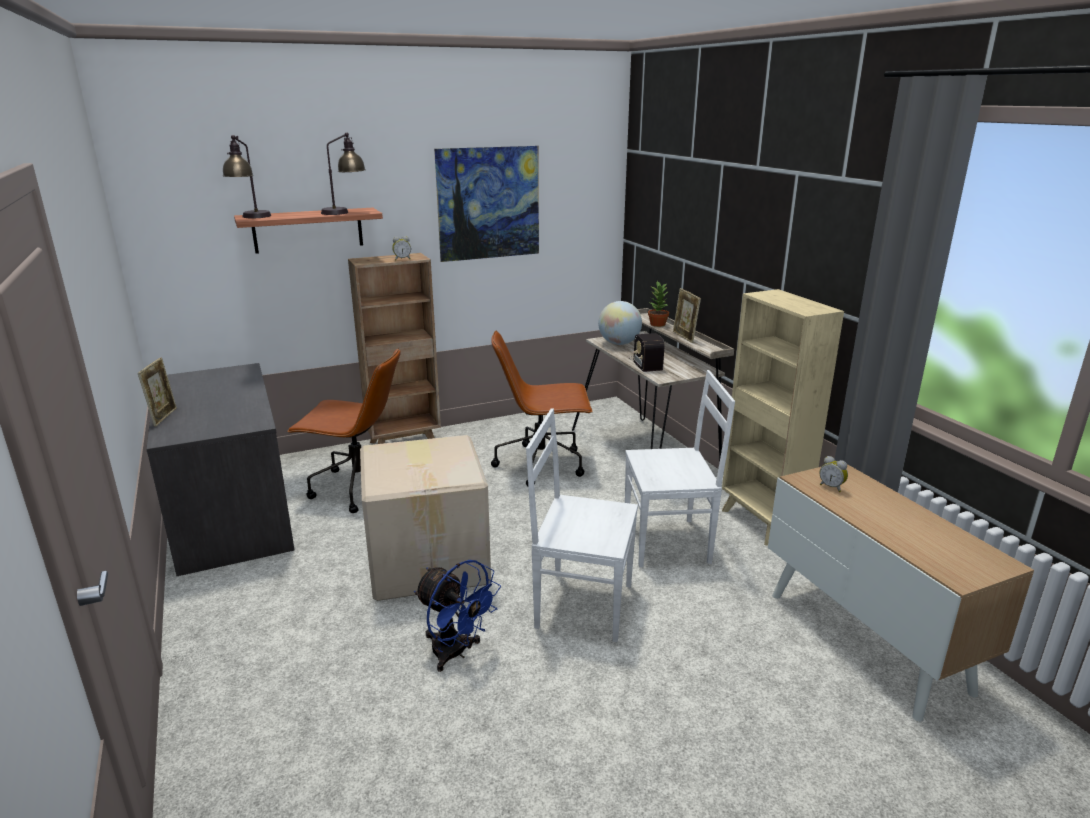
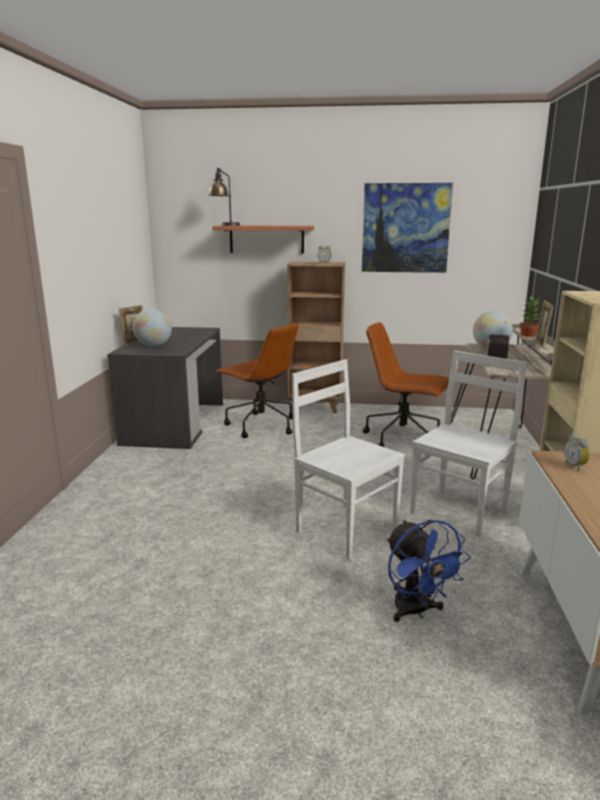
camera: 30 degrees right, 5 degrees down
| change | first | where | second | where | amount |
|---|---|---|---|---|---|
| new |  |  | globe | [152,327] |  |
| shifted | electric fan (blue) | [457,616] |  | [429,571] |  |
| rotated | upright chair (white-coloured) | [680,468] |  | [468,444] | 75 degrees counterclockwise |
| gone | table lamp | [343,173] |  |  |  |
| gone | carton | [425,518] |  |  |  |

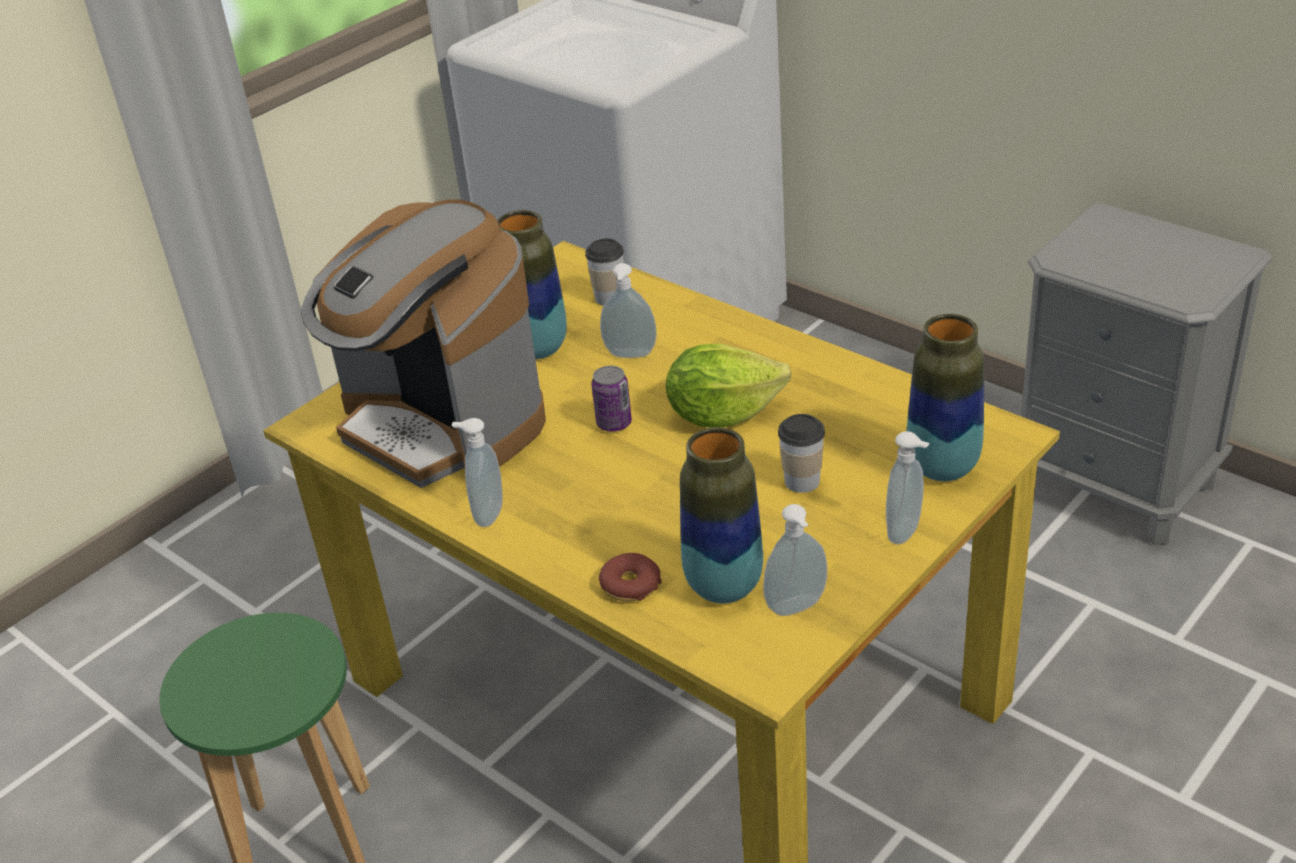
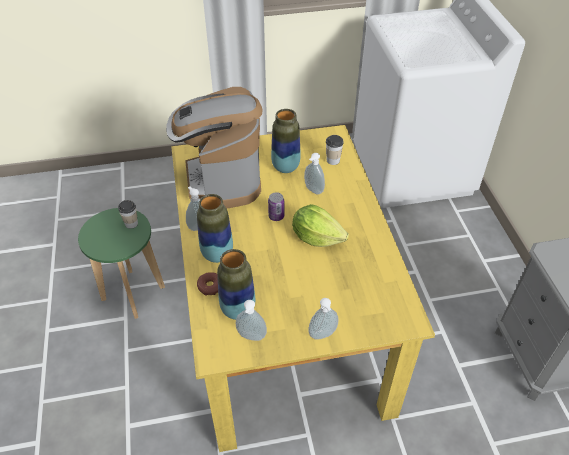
camera: 35 degrees right, 10 degrees up
| change | first | where | second | where | amount |
|---|---|---|---|---|---|
| shifted | drinking cup | [801,453] |  | [128,214] |  |
| shifted | vase | [945,397] |  | [215,228] |  |

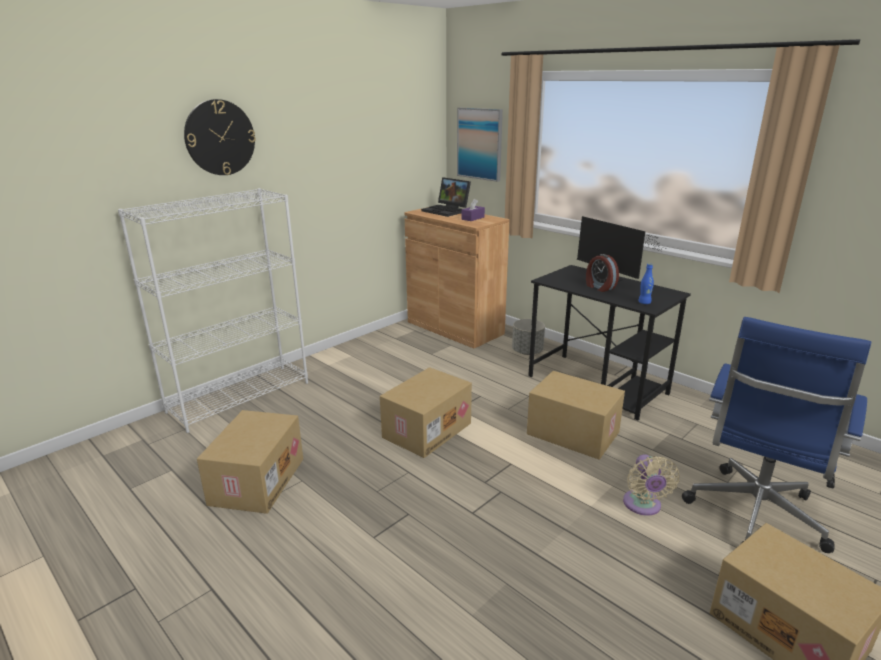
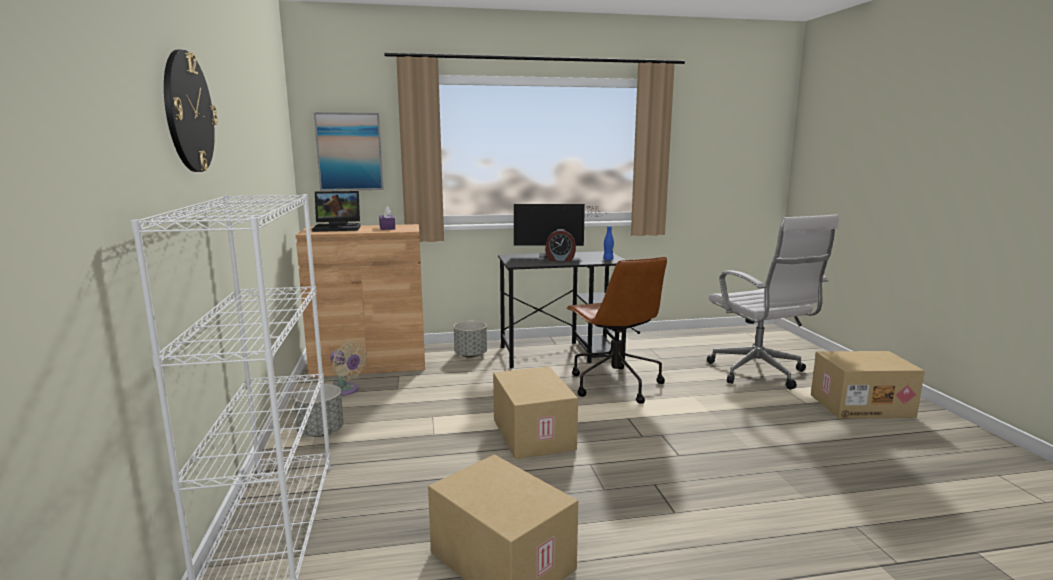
camera: 55 degrees left, 10 degrees down
| change | first | where | second | where | amount |
|---|---|---|---|---|---|
| new |  |  | plant pot (grey) | [318,410] |  |
| shifted | electric fan (sand-coloured) | [651,485] |  | [348,368] |  |
| swapped | carton | [576,415] | desk chair (brown-coloured) | [616,330] |  |
| repainted | desk chair (blue) | [776,435] | desk chair (white-coloured) | [773,302] |  |

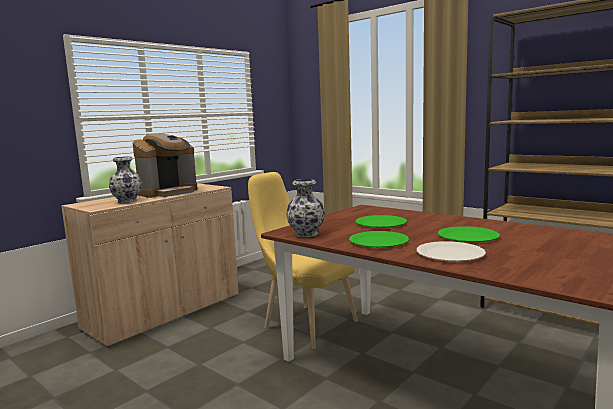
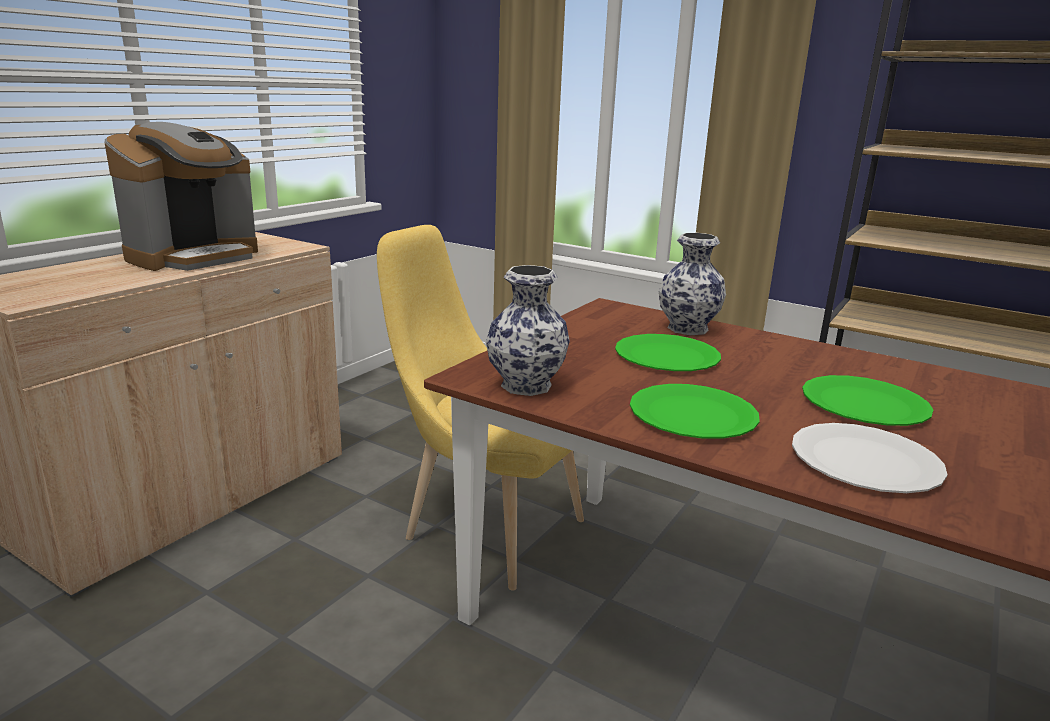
camera: 10 degrees left, 10 degrees up
| change | first | where | second | where | amount |
|---|---|---|---|---|---|
| shifted | vase | [125,179] |  | [692,284] |  |

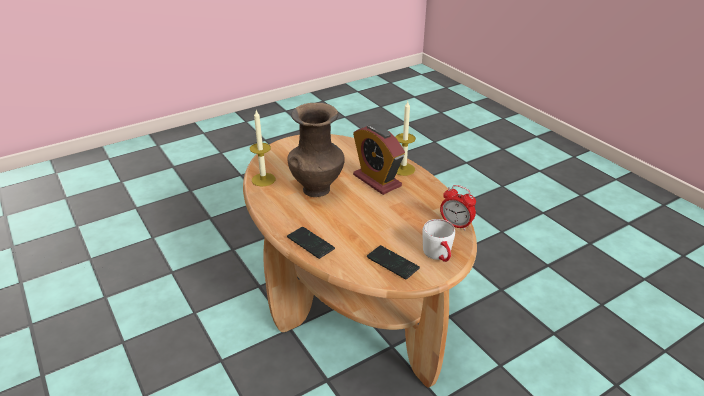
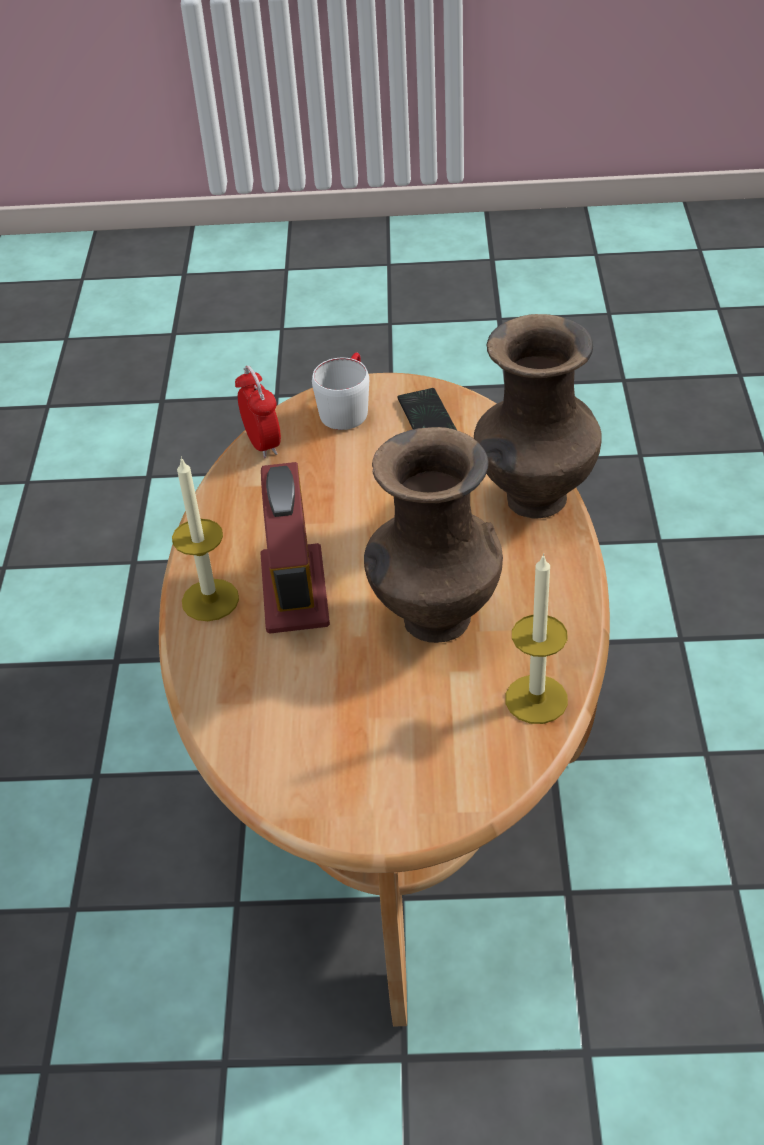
camera: 145 degrees left, 10 degrees up
| change | first | where | second | where | amount |
|---|---|---|---|---|---|
| swapped | telephone | [311,243] | vase (brown-coloured) | [538,416] |  |

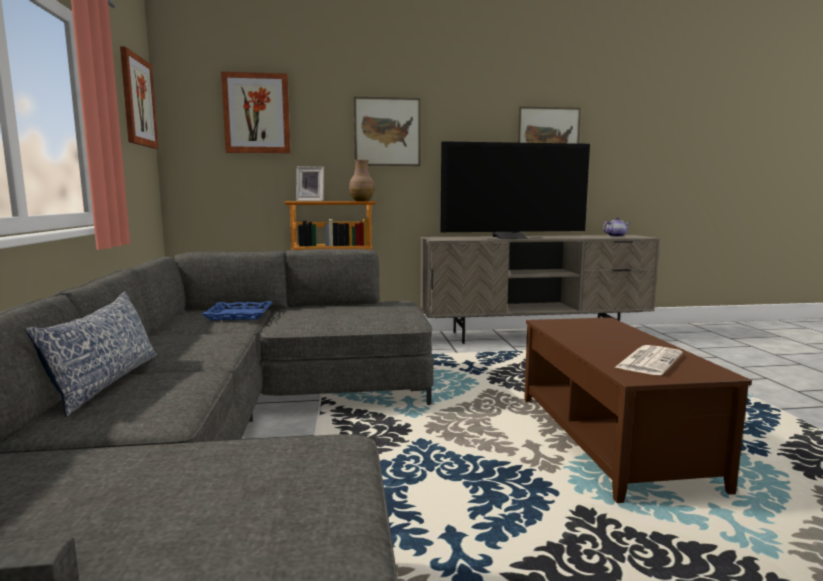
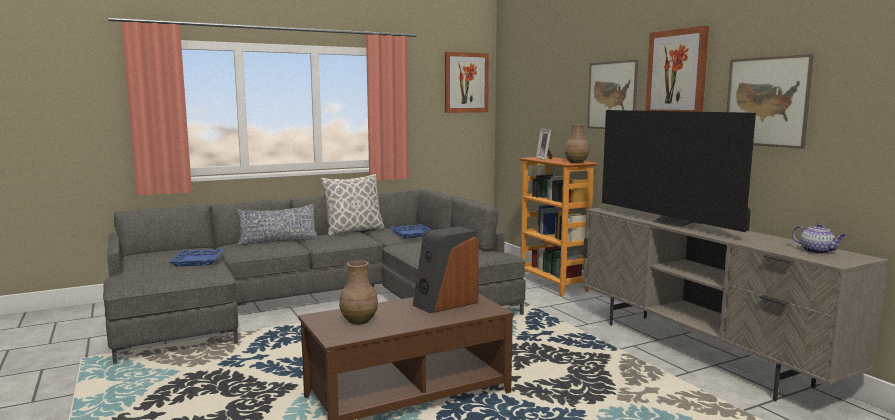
camera: 70 degrees right, 0 degrees up
| change | first | where | second | where | amount |
|---|---|---|---|---|---|
| new |  |  | tray (blue) | [196,257] |  |
| new |  |  | throw pillow | [352,205] |  |
| swapped | printed paper | [648,360] | vase (brown-coloured) | [358,293] |  |
| new |  |  | audio speaker | [446,270] |  |
| shifted | wall art | [256,113] |  | [677,69] |  |

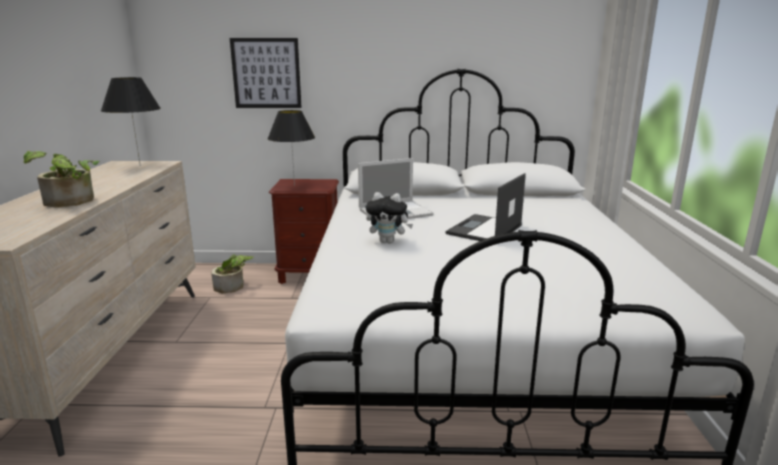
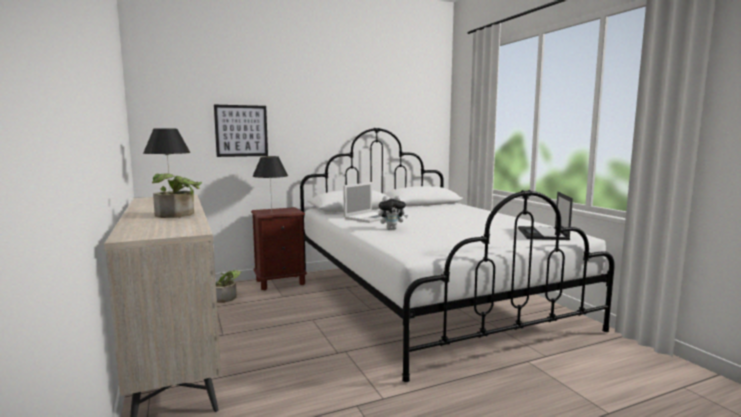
camera: 25 degrees left, 10 degrees down
| change | first | where | second | where | amount |
|---|---|---|---|---|---|
| shifted | notebook computer | [486,209] |  | [545,215] |  |

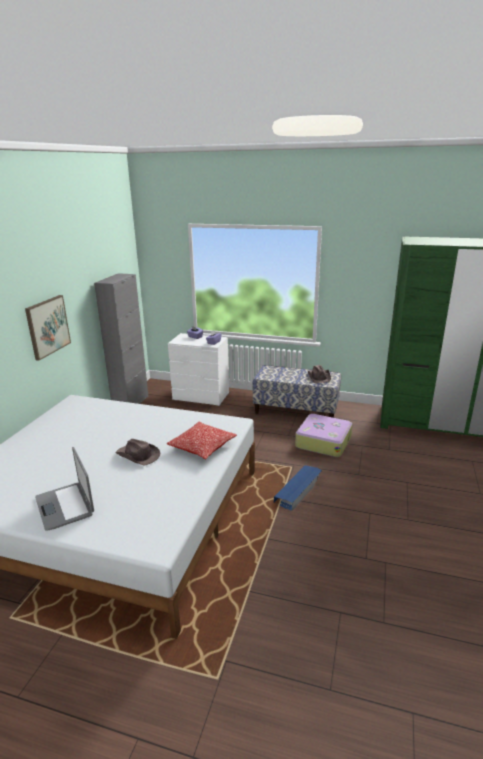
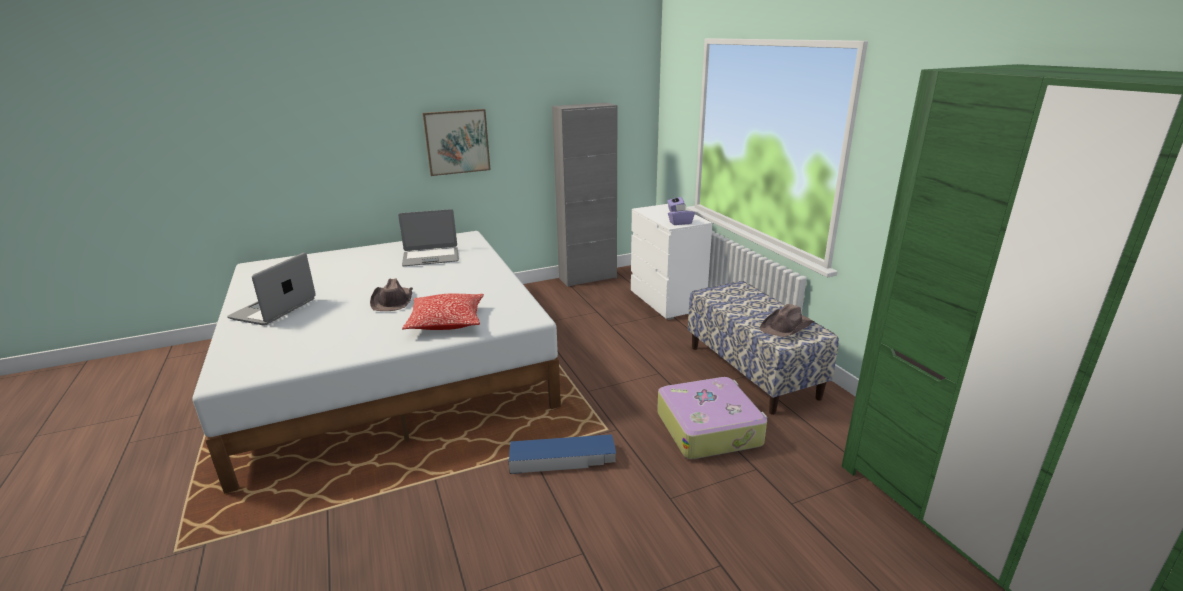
camera: 50 degrees right, 0 degrees up
| change | first | where | second | where | amount |
|---|---|---|---|---|---|
| new |  |  | notebook computer | [428,237] |  |

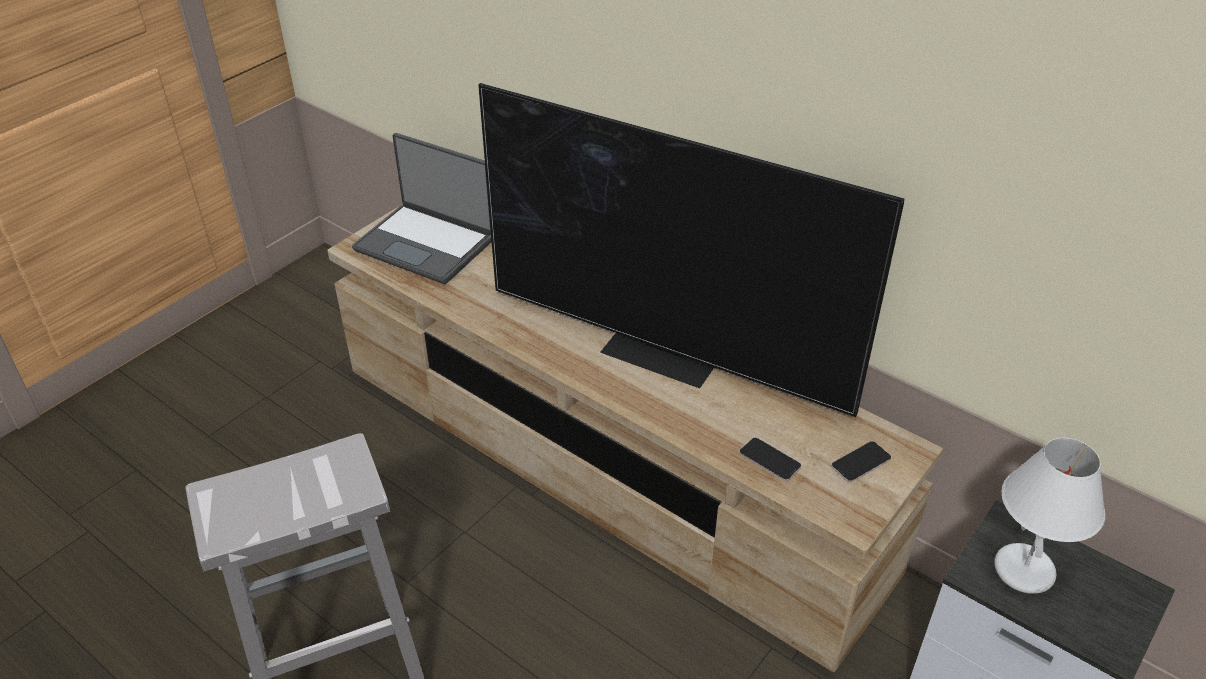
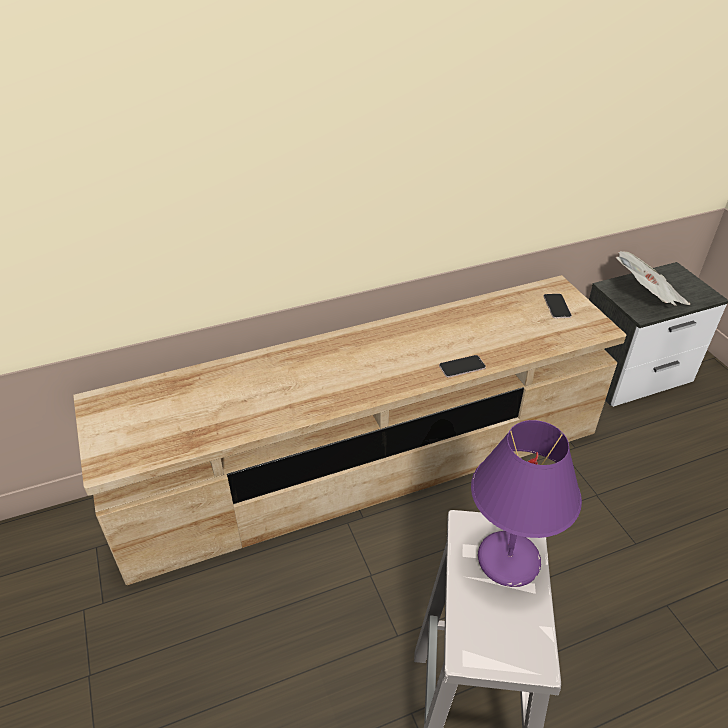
camera: 60 degrees left, 0 degrees up
| change | first | where | second | where | amount |
|---|---|---|---|---|---|
| shifted | telephone | [770,459] |  | [462,366] |  |
| new |  |  | table lamp (purple) | [526,503] |  |
| swapped | table lamp (white-coloured) | [1049,516] | printed paper | [653,278] |  |
| gone | notebook computer | [422,208] |  |  |  |
| gone | TV | [691,250] |  |  |  |

